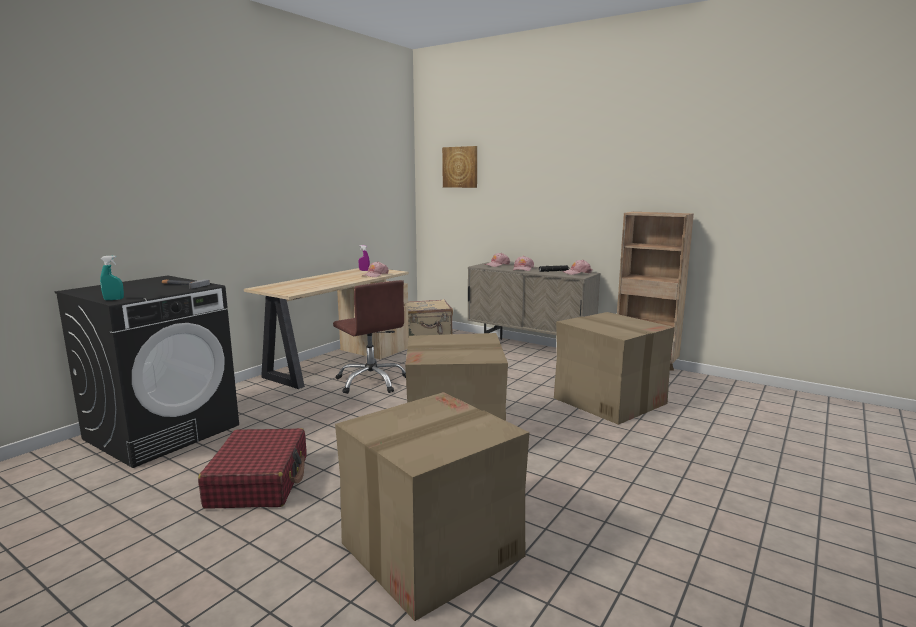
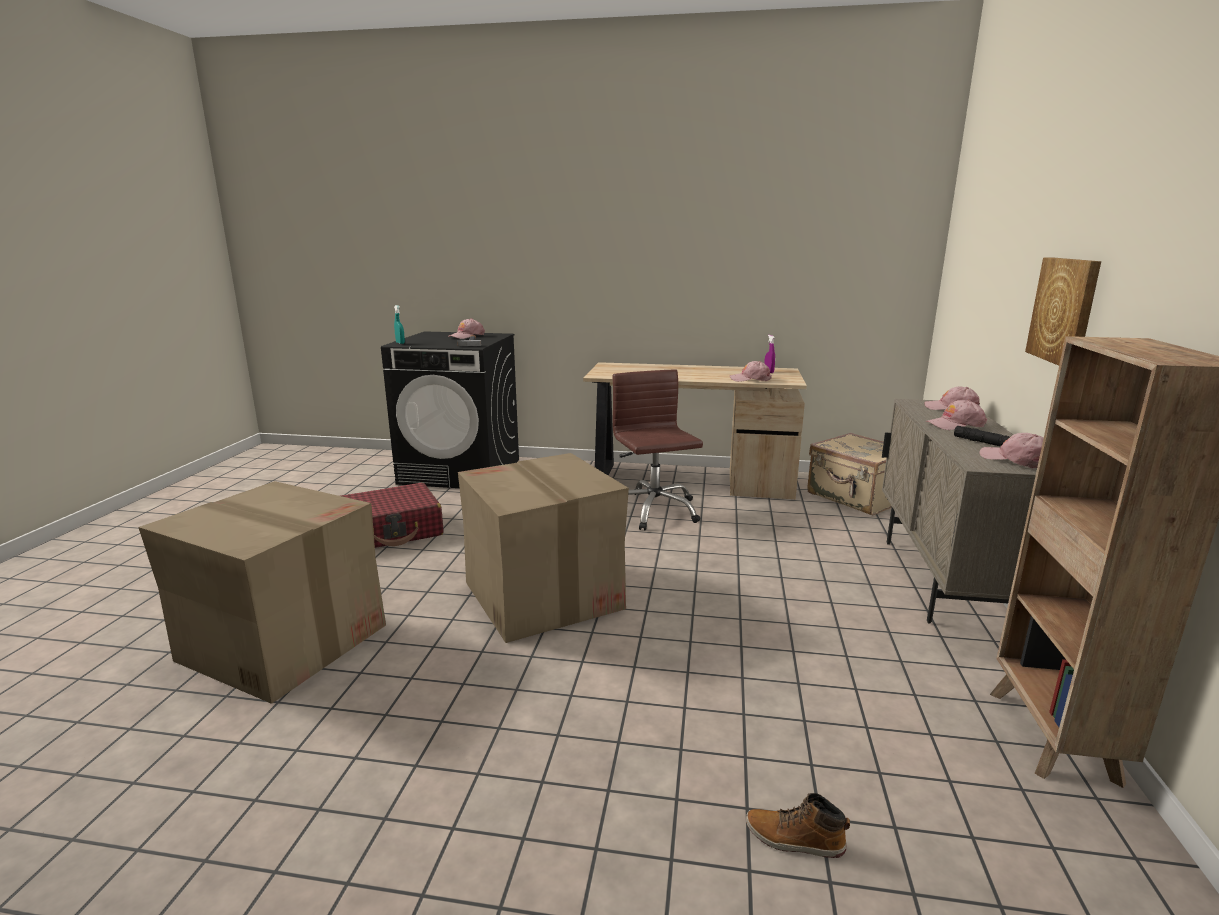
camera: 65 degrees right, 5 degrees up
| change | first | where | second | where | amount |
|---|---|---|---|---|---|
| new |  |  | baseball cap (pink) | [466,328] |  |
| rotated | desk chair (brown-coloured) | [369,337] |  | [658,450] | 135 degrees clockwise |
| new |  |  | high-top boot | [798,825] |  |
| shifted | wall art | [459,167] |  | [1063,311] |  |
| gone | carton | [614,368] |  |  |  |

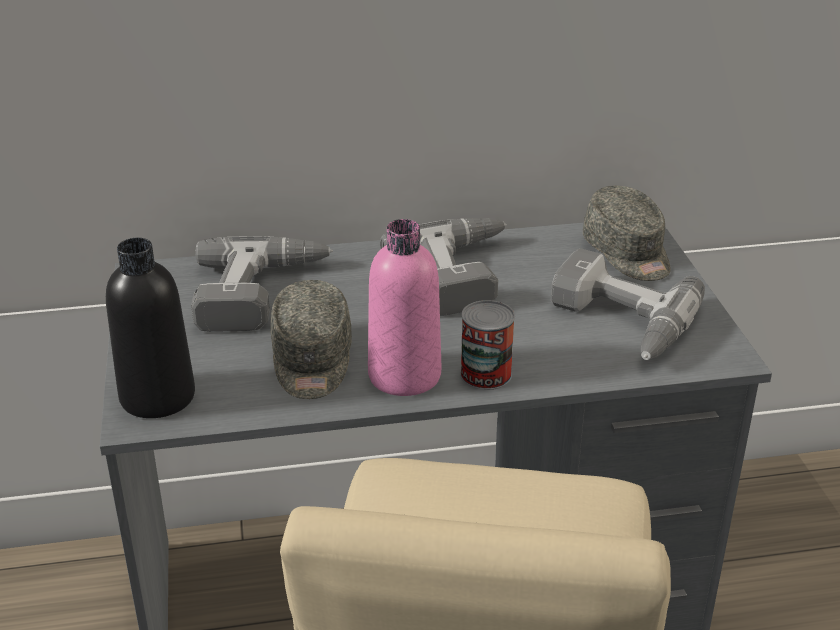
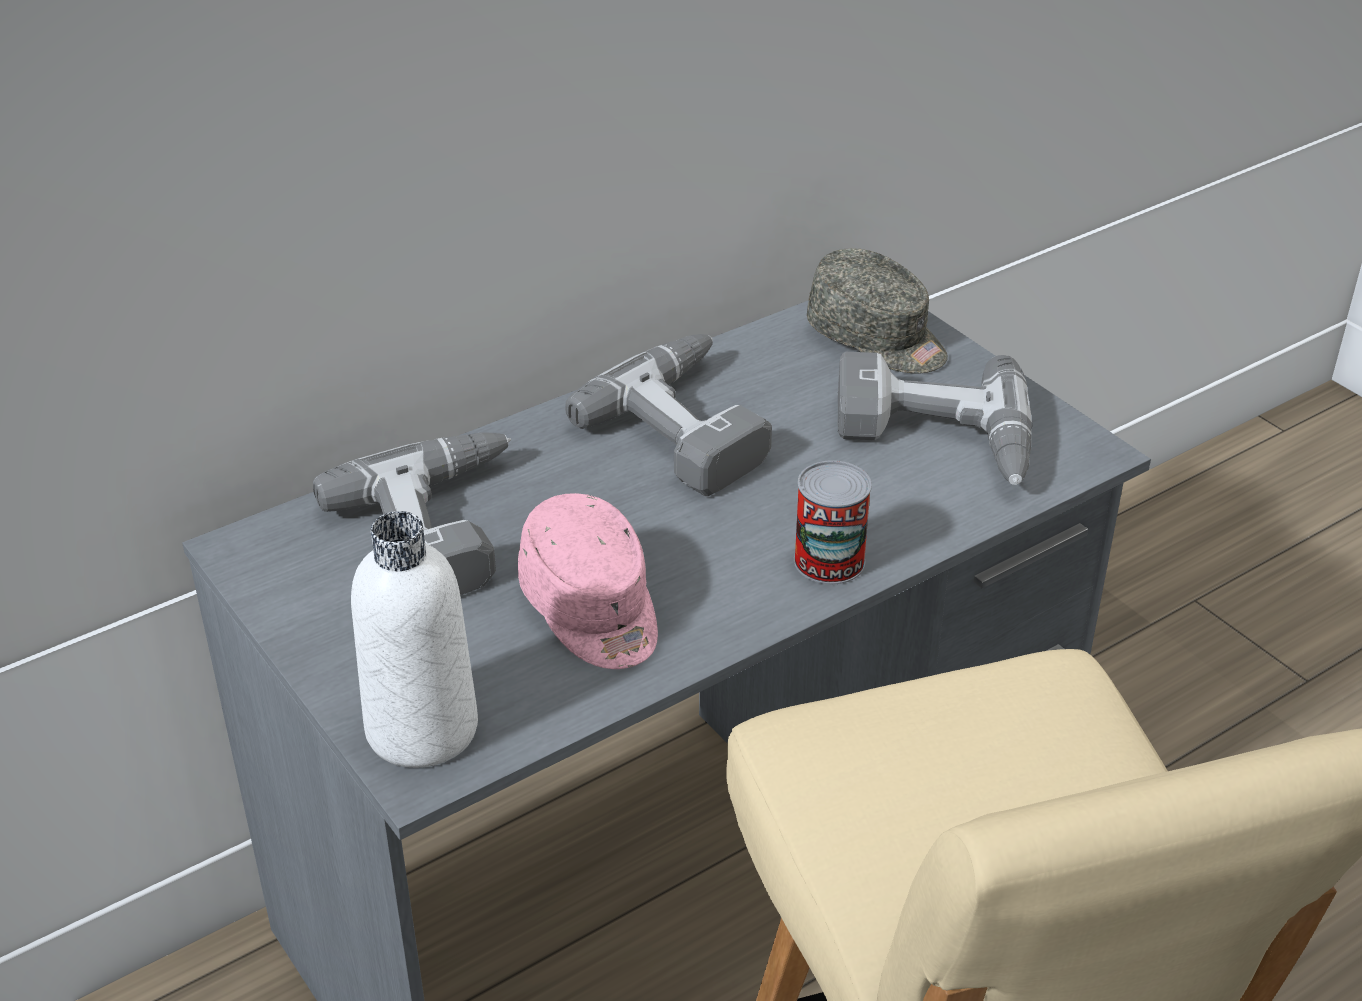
camera: 25 degrees left, 5 degrees up
| change | first | where | second | where | amount |
|---|---|---|---|---|---|
| repainted | drink bottle (black) | [150,328] | drink bottle (white-coloured) | [414,639] |  |
| repainted | baseball cap (grey) | [311,339] | baseball cap (pink) | [588,581] |  |
| gone | drink bottle (pink) | [404,307] |  |  |  |

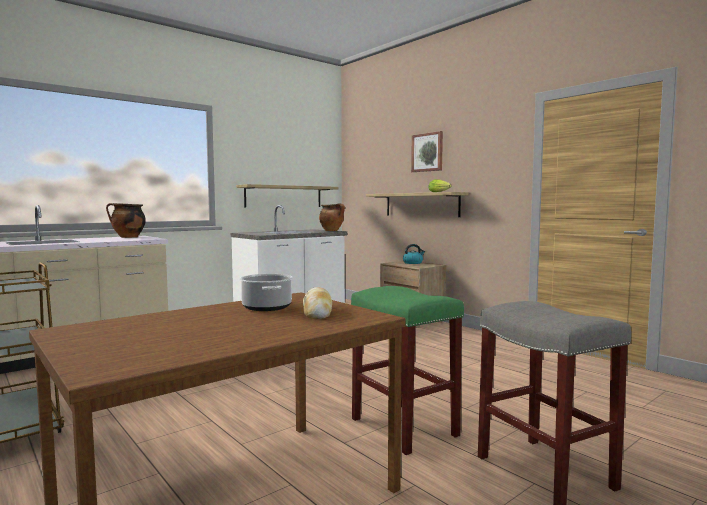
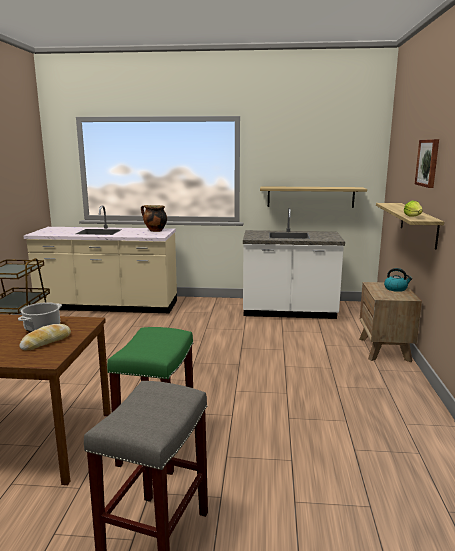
camera: 45 degrees right, 10 degrees up
| change | first | where | second | where | amount |
|---|---|---|---|---|---|
| gone | stockpot | [332,217] |  |  |  |

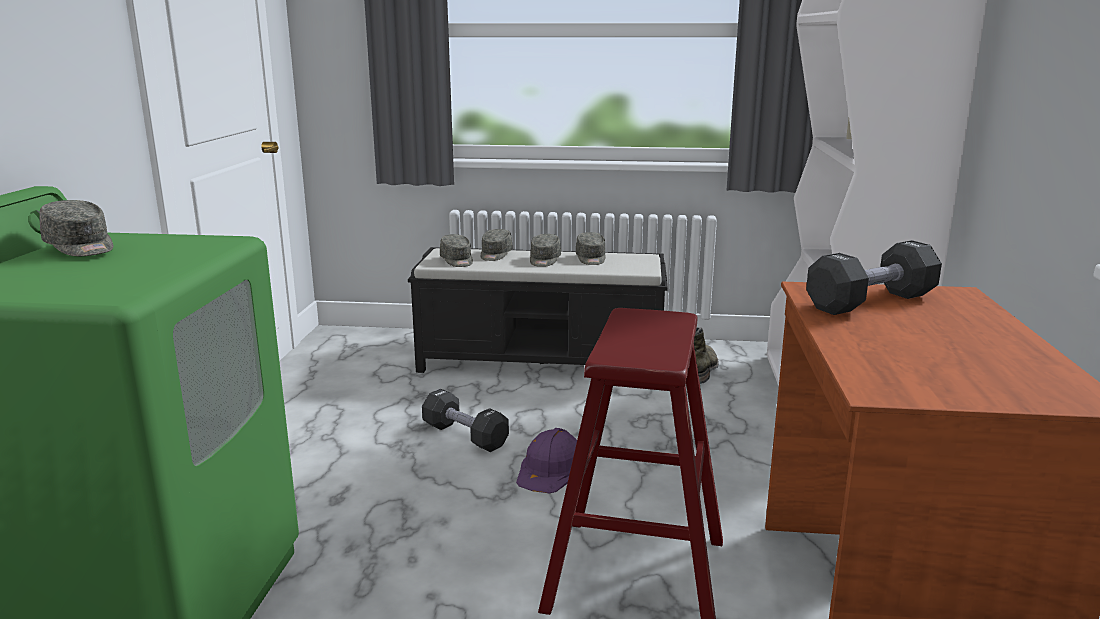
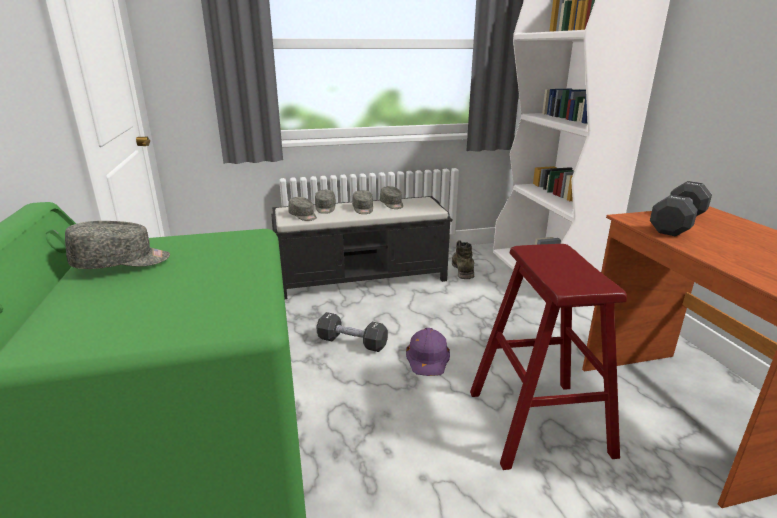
camera: 20 degrees left, 5 degrees up
| change | first | where | second | where | amount |
|---|---|---|---|---|---|
| rotated | baseball cap (grey) | [76,228] |  | [117,245] | 45 degrees counterclockwise |

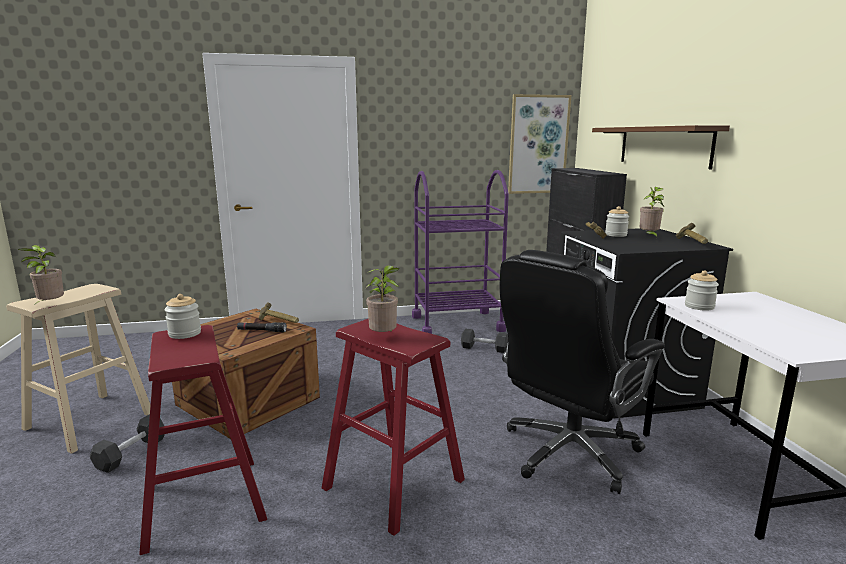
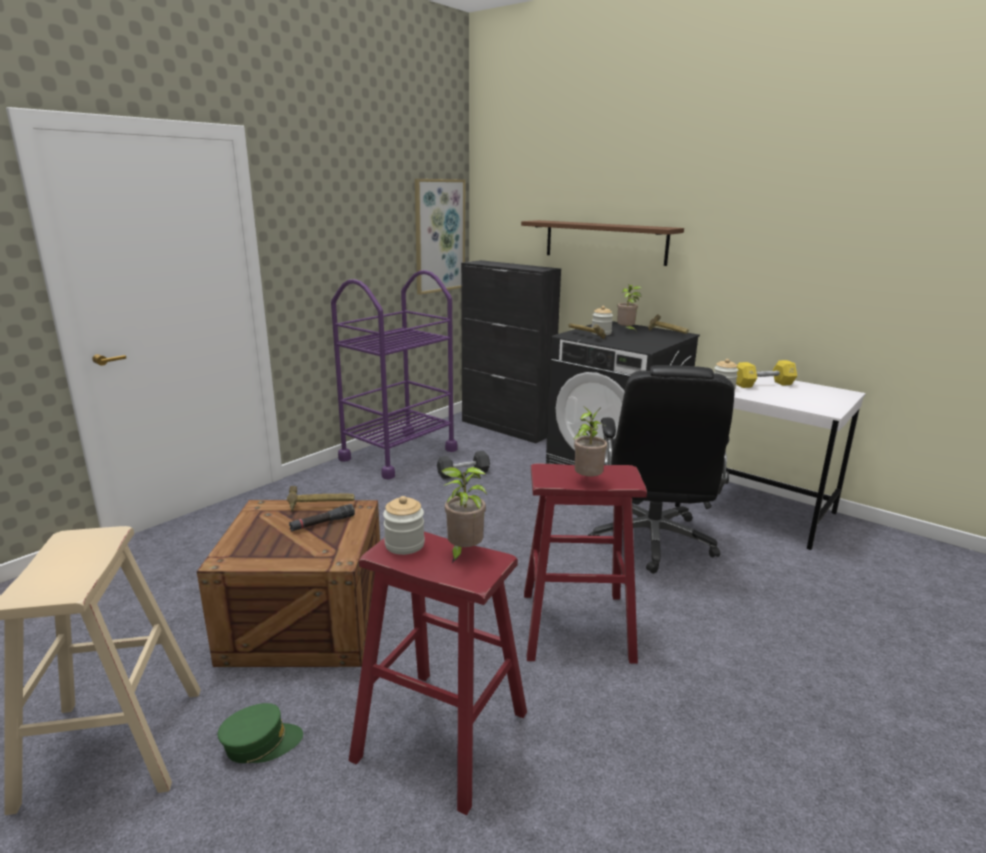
camera: 40 degrees left, 5 degrees up
| change | first | where | second | where | amount |
|---|---|---|---|---|---|
| swapped | free weight (black) | [127,444] | baseball cap (green-coloured) | [260,733] |  |
| shifted | houseplant | [41,275] |  | [464,515] |  |
| new |  |  | free weight (yellow-coloured) | [766,374] |  |

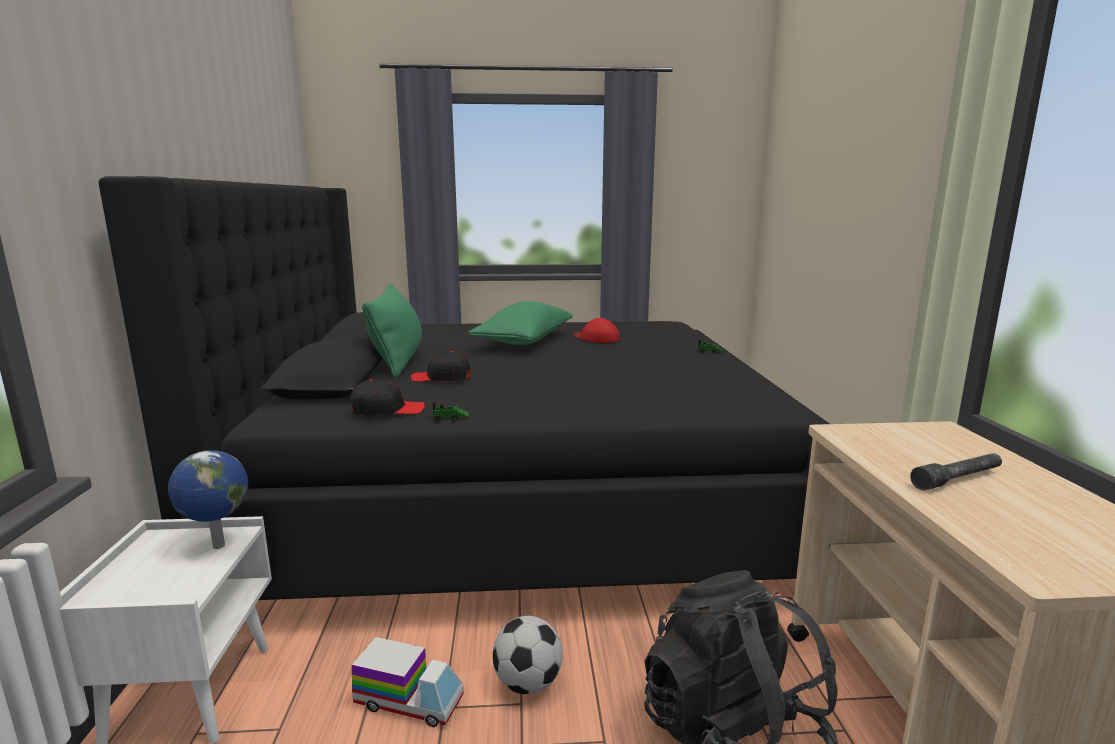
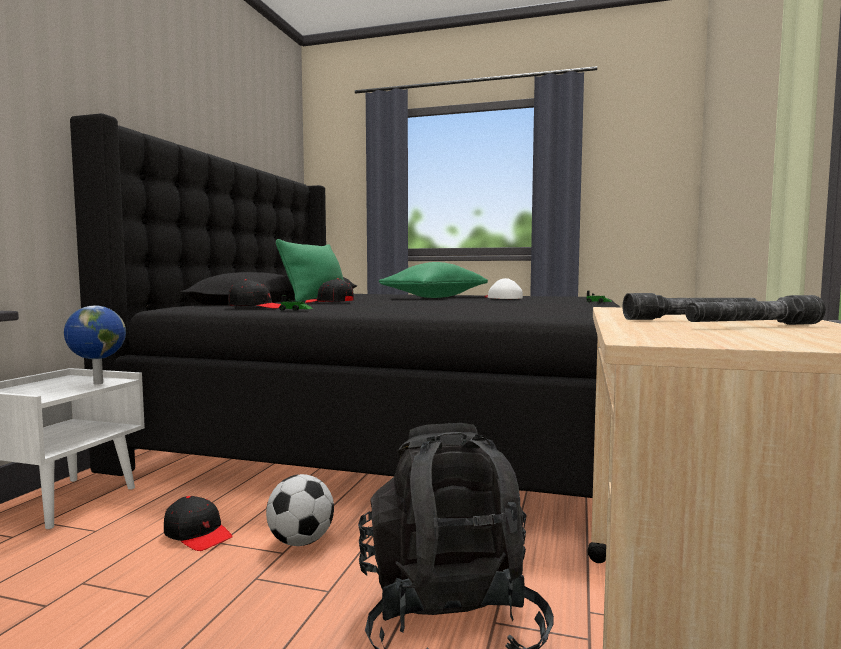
camera: 20 degrees right, 10 degrees down
| change | first | where | second | where | amount |
|---|---|---|---|---|---|
| swapped | toy truck | [408,682] | baseball cap (black) | [198,523] |  |
| repainted | baseball cap (reddish) | [596,330] | baseball cap (white-coloured) | [504,288] |  |
| new |  |  | torch (grey) | [755,310] |  |

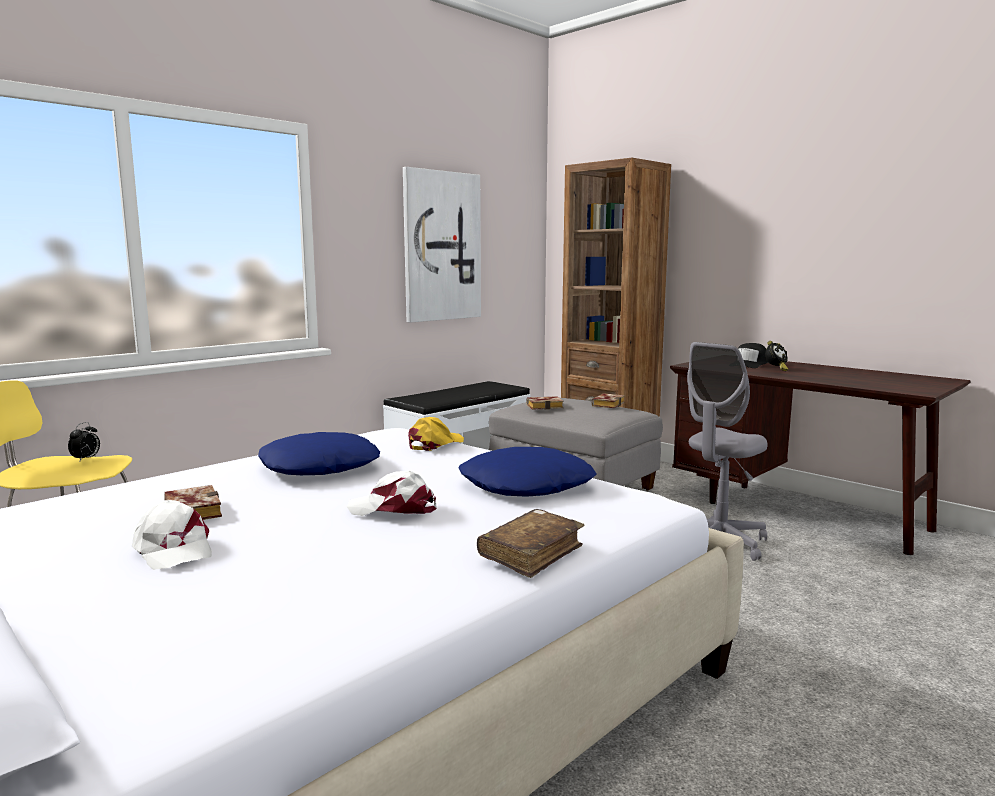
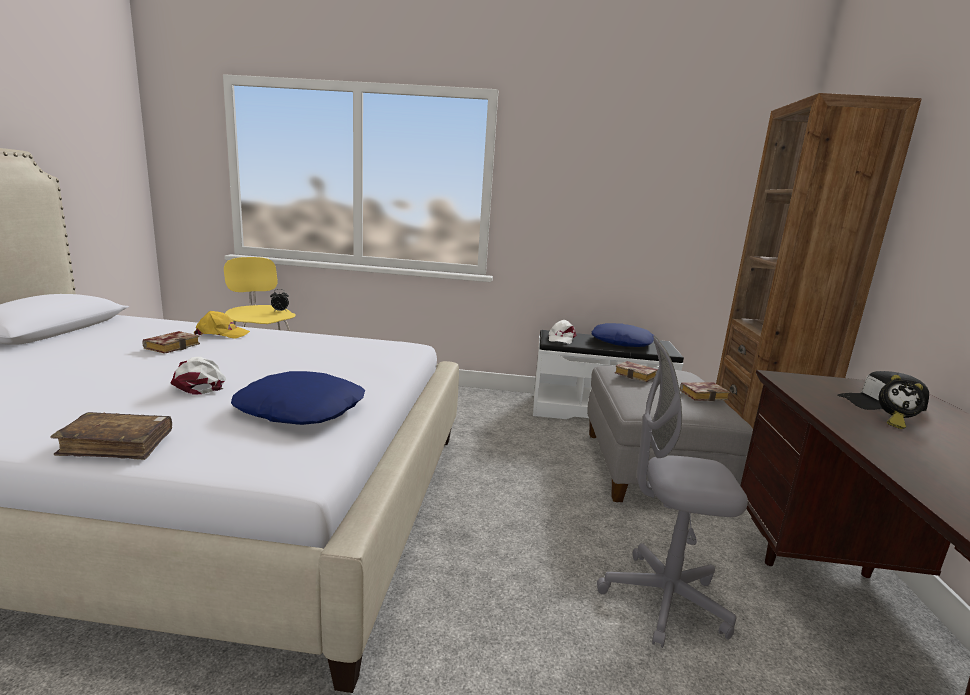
camera: 50 degrees right, 5 degrees up
| change | first | where | second | where | amount |
|---|---|---|---|---|---|
| shifted | baseball cap (yellow-coloured) | [436,434] |  | [222,325] |  |
| shifted | baseball cap (white-coloured) | [172,535] |  | [563,332] |  |
| shifted | throw pillow (blue) | [319,453] |  | [623,335] |  |
| gone | wall art | [442,245] |  |  |  |

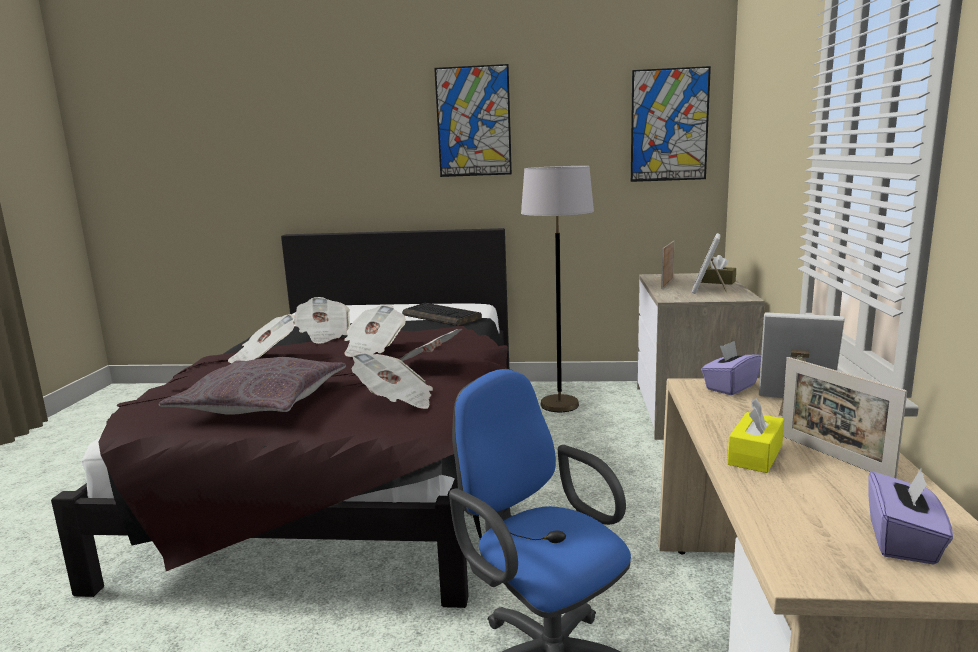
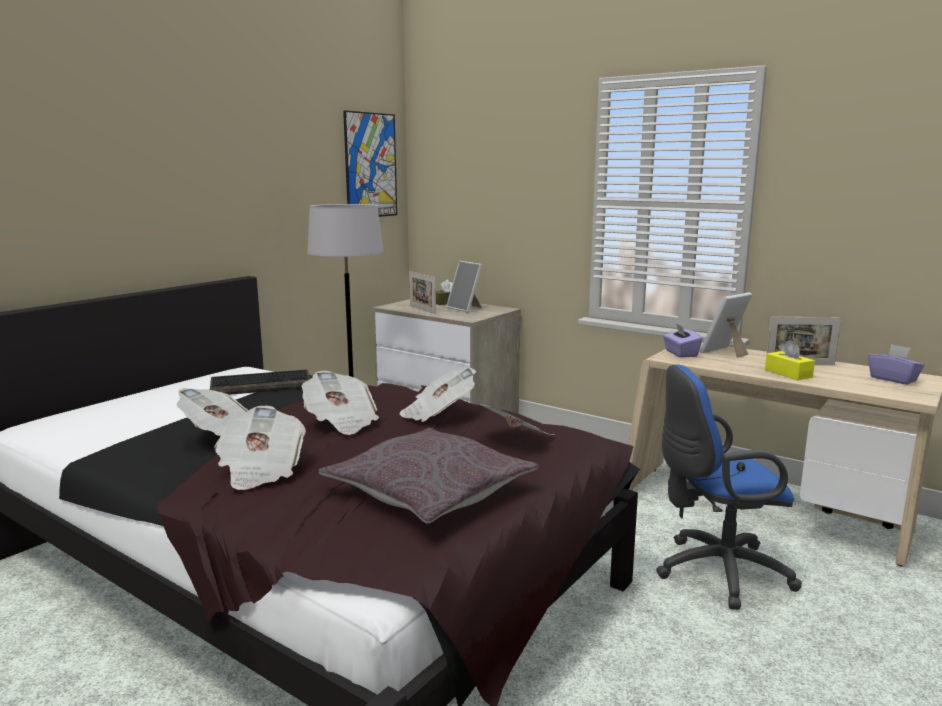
camera: 60 degrees left, 0 degrees up
| change | first | where | second | where | amount |
|---|---|---|---|---|---|
| gone | wall art | [473,120] |  |  |  |

